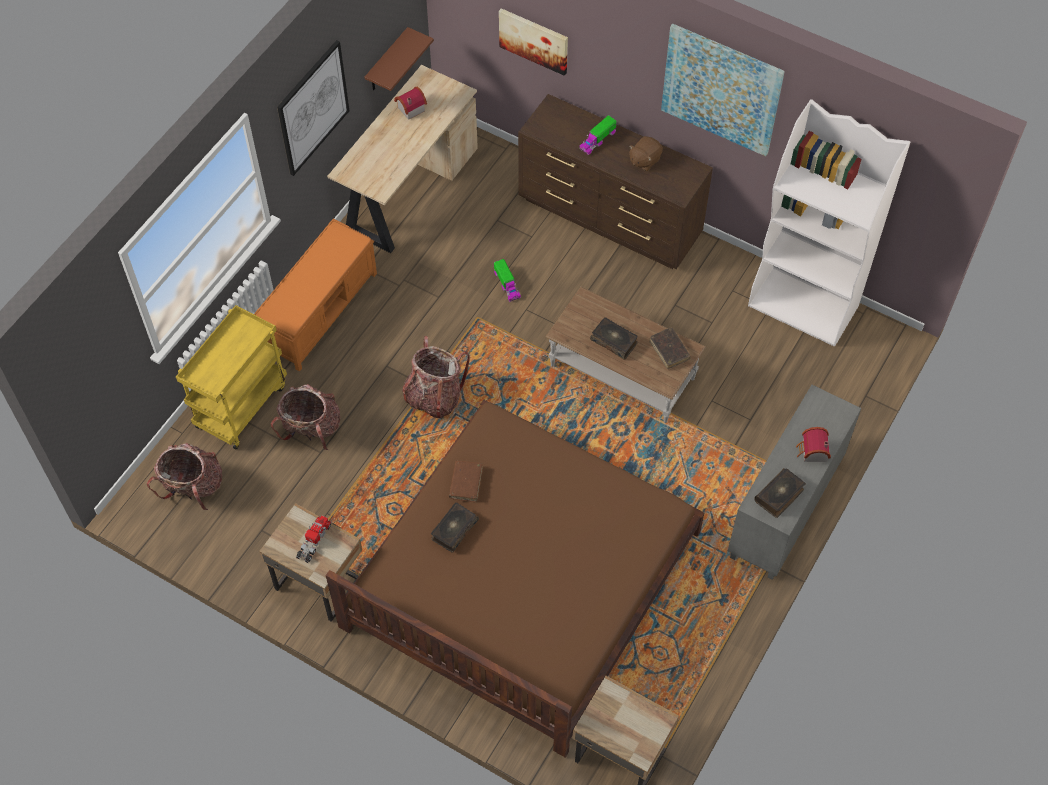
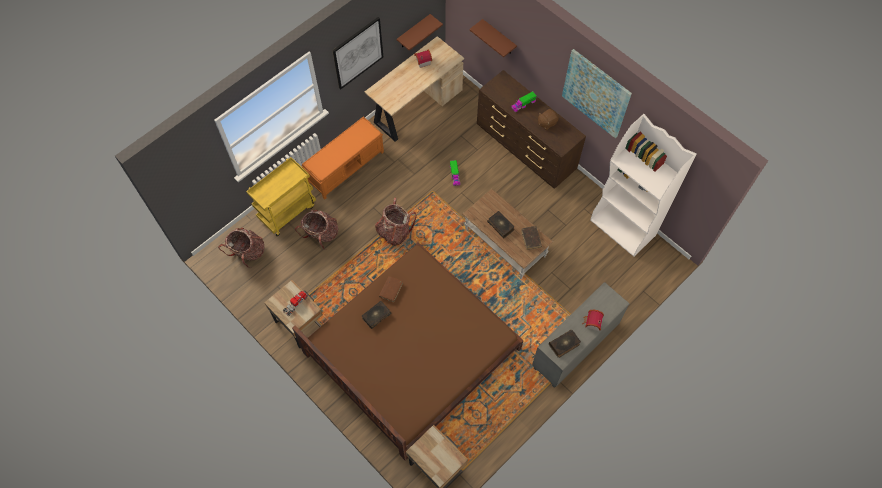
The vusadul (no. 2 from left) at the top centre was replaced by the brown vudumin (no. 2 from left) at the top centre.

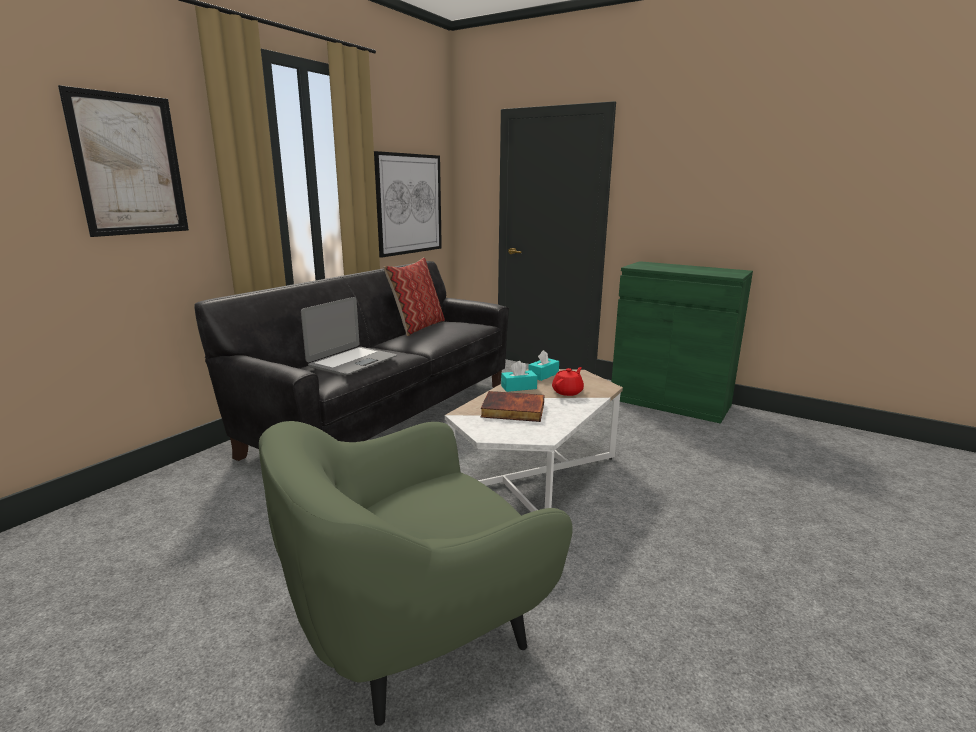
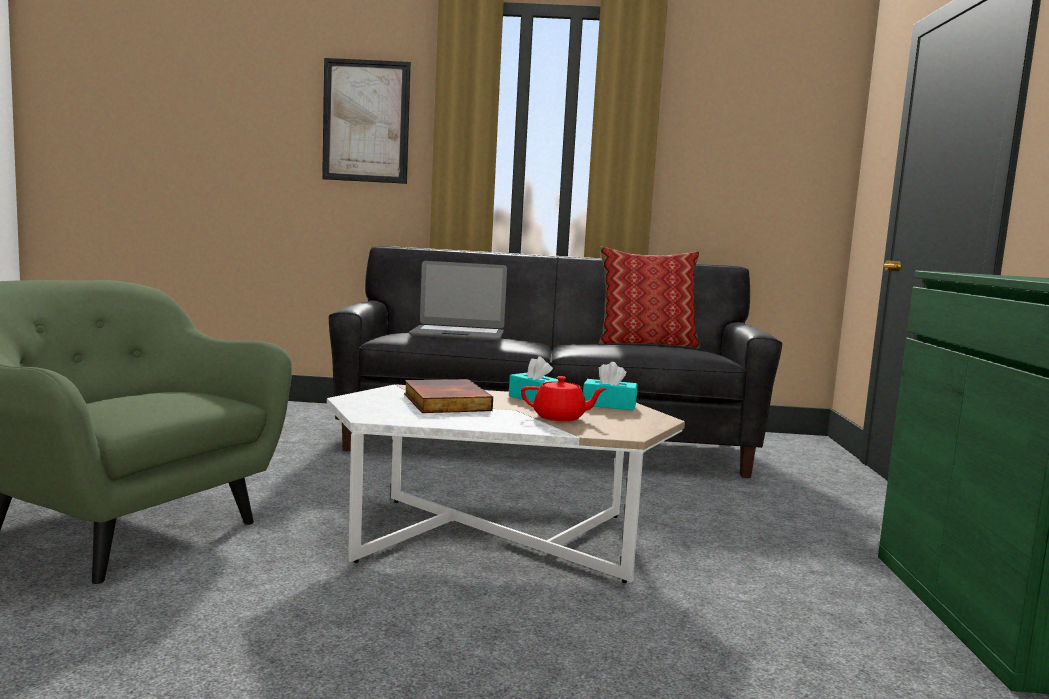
The vusadul (no. 2 from left) at the top centre disappeared.

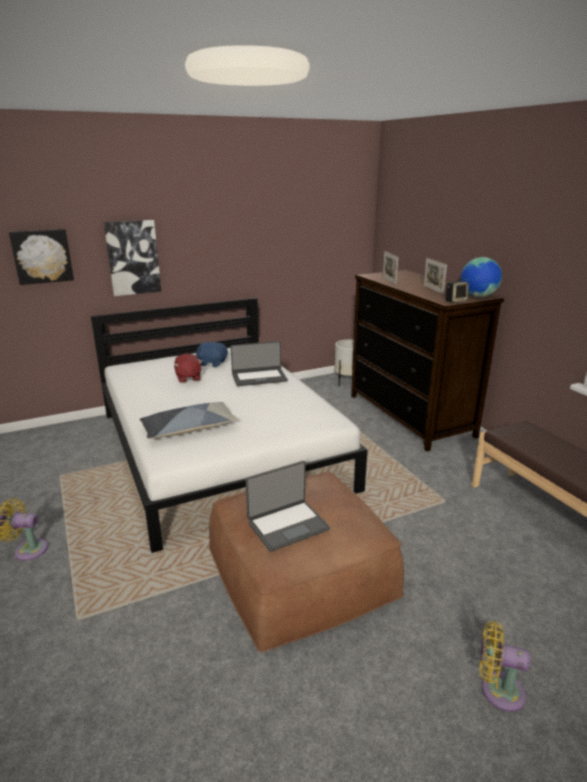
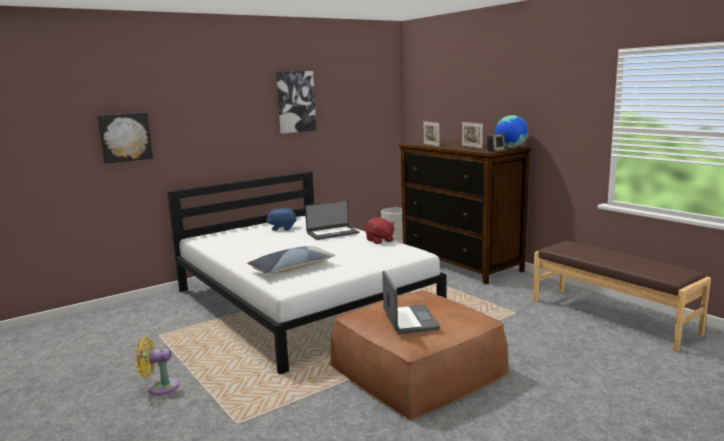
The vusadul (no. 2 from left) moved from the top left to the top centre.
The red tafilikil moved from the middle left to the centre.
The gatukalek (no. 2 from left) at the centre turned 60 degrees counterclockwise.
The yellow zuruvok (no. 2 from left) at the bottom right disappeared.

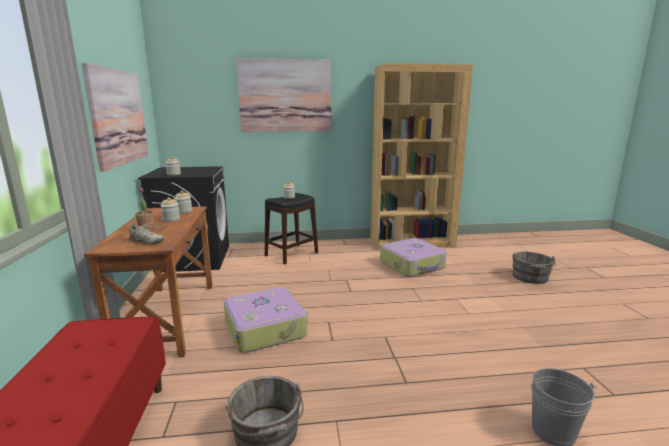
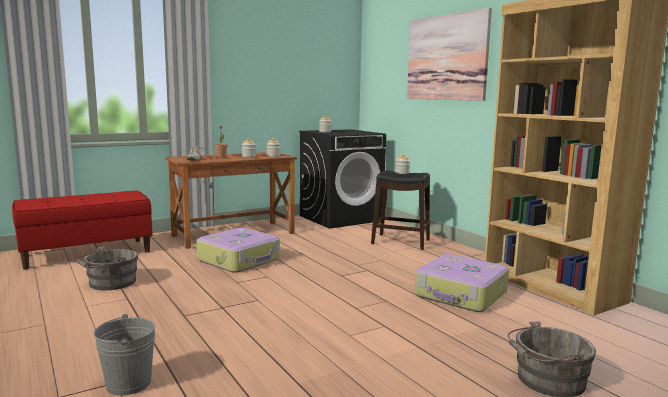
The vusadul (no. 1 from left) at the top left disappeared.

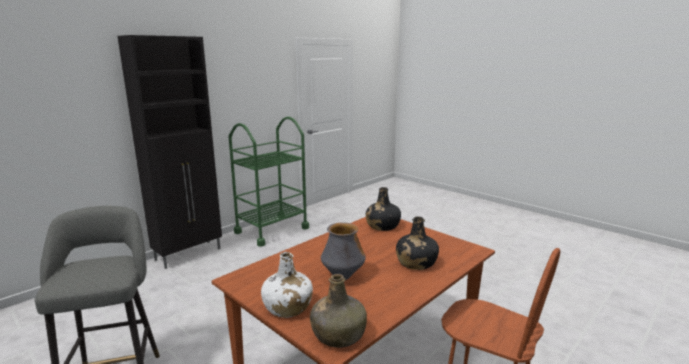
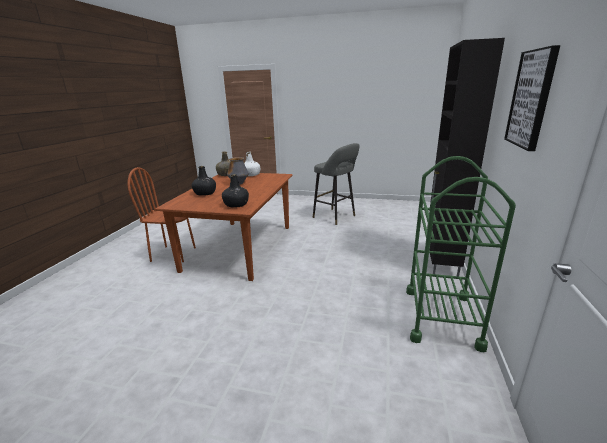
The vusadul at the top right appeared.

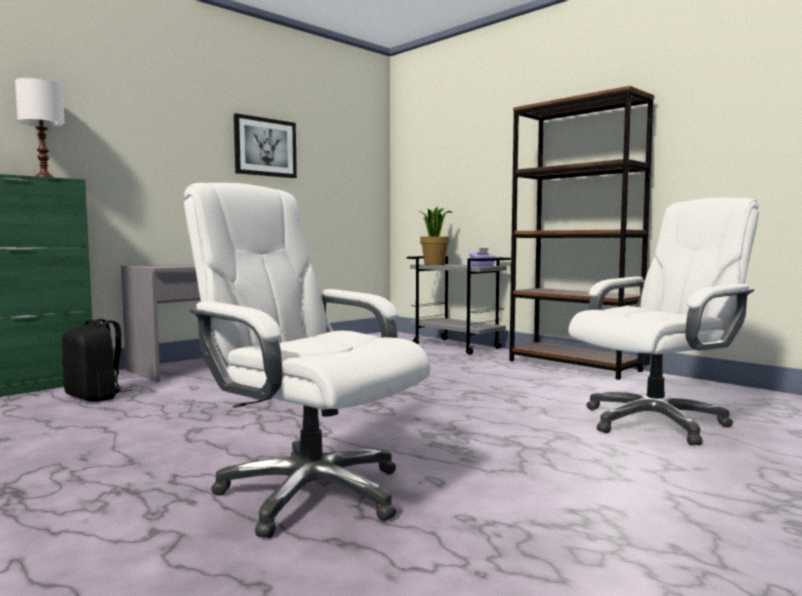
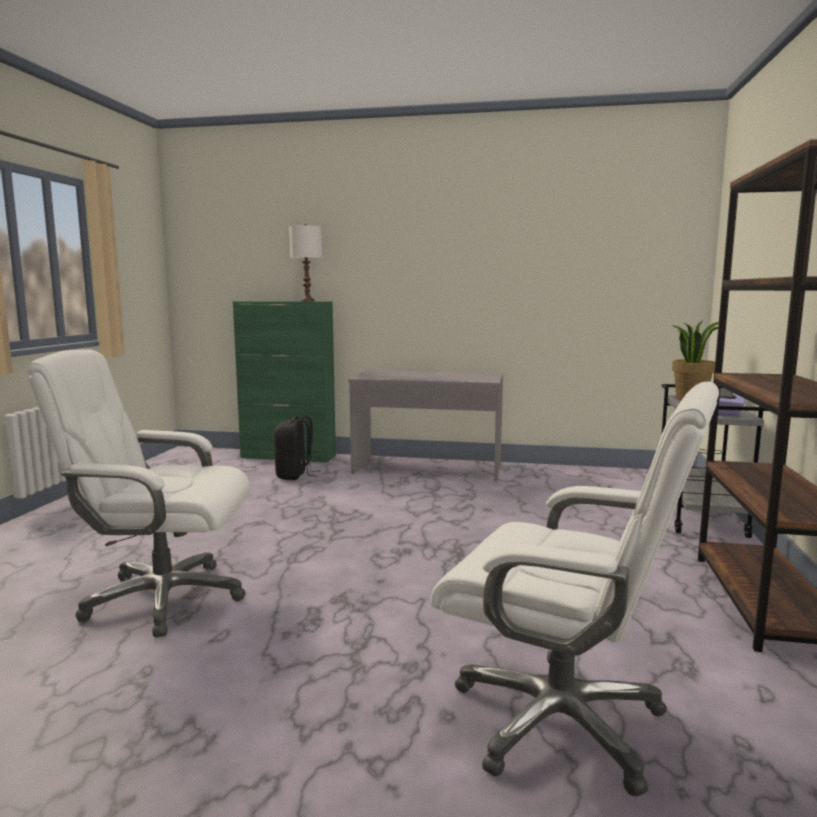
The vusadul at the top left disappeared.
The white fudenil (no. 1 from left) at the centre turned 90 degrees counterclockwise.

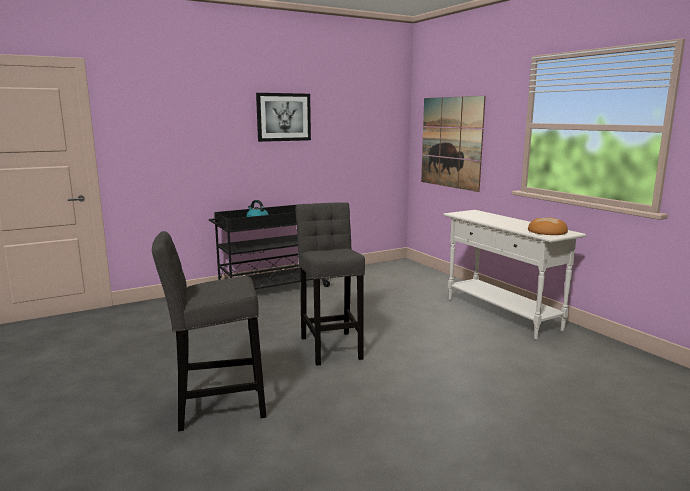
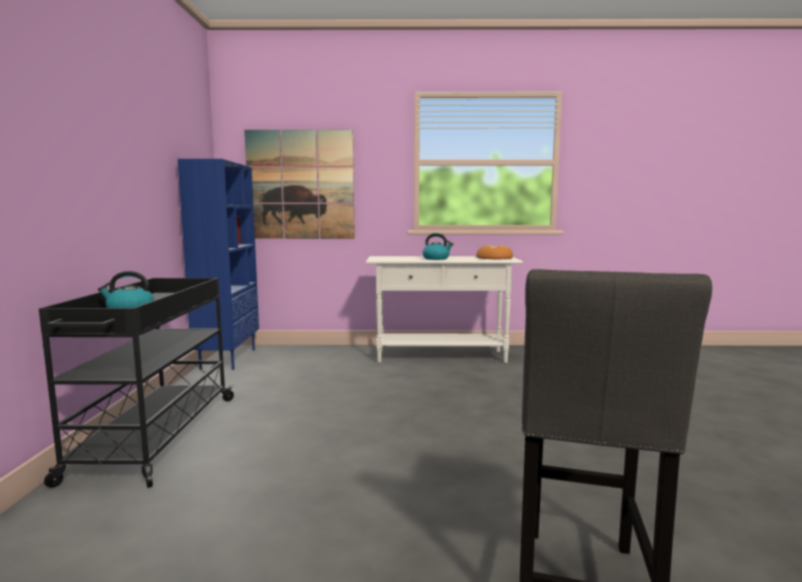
The vusadul (no. 1 from left) at the top centre disappeared.
The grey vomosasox (no. 2 from left) at the centre disappeared.
The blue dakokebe at the middle left appeared.
The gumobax (no. 2 from left) at the centre appeared.

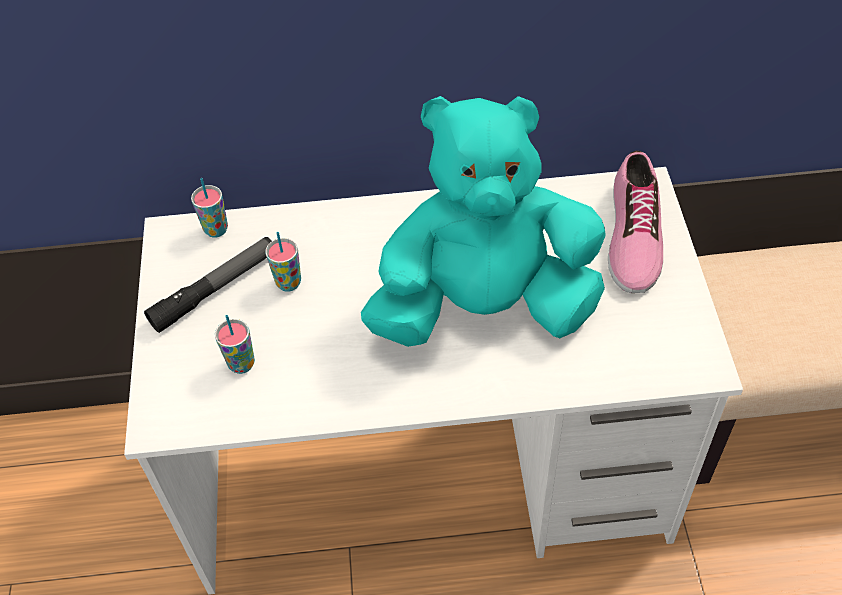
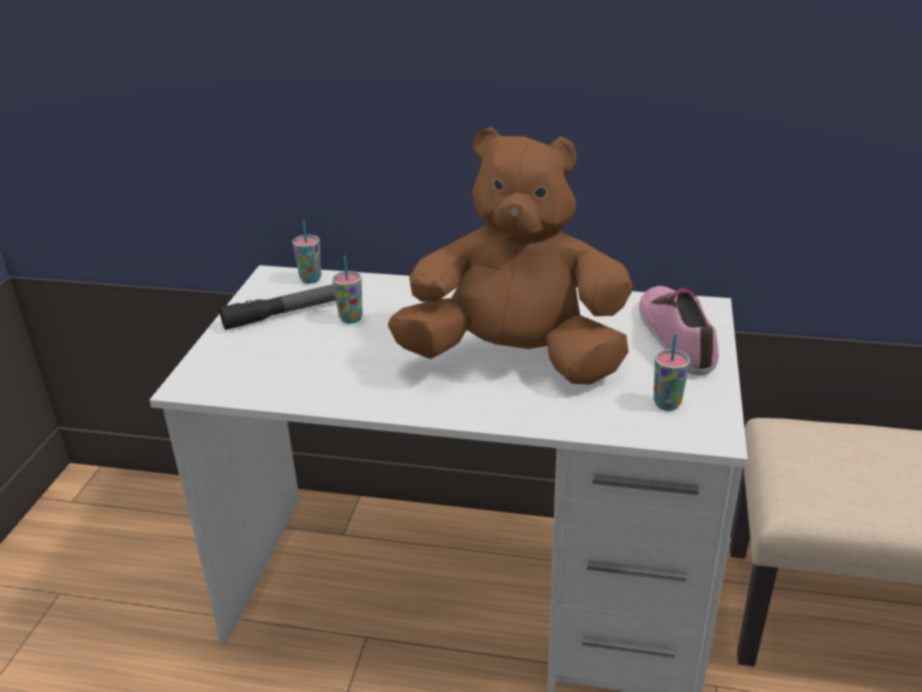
The turquoise tafilikil at the centre became the brown tafilikil at the centre.
The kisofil at the middle right turned 150 degrees clockwise.
The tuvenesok (no. 2 from left in the first image) moved from the middle left to the middle right.

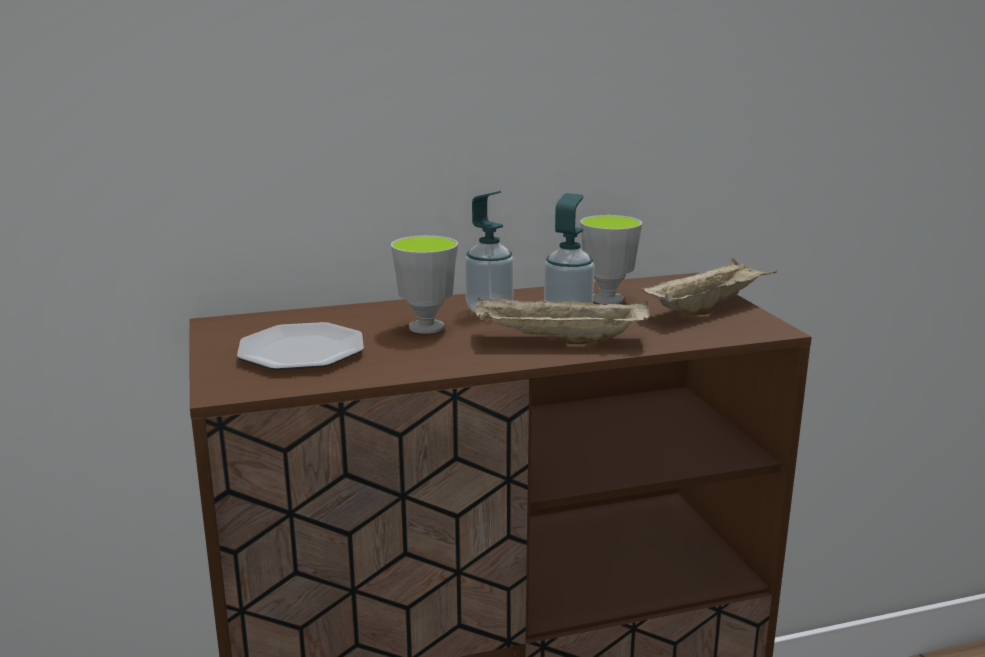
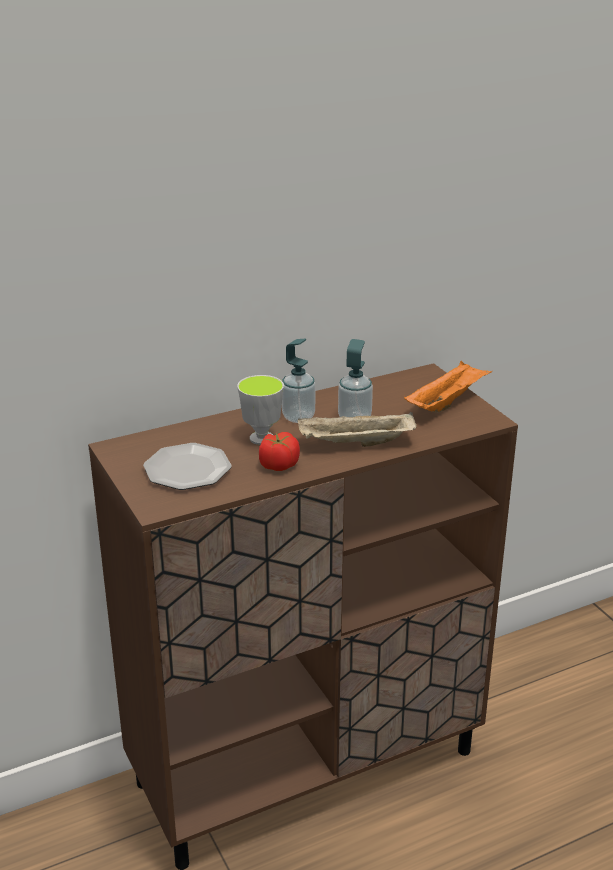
The tuvenesok (no. 2 from left) at the centre disappeared.
The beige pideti (no. 2 from left) at the middle right became the orange pideti at the middle right.
The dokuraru at the centre appeared.

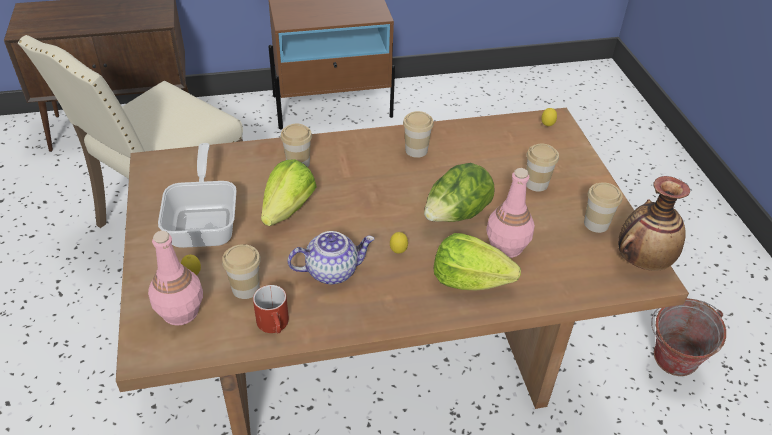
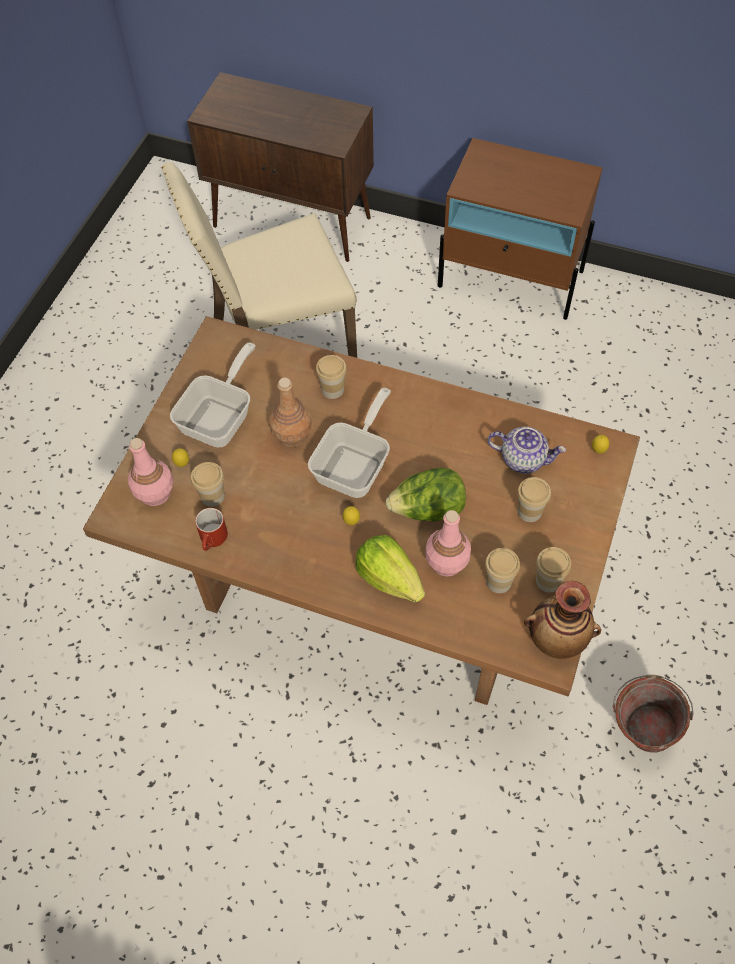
The tuvenesok (no. 3 from left) moved from the top centre to the middle right.
The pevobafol (no. 1 from left) at the centre was replaced by the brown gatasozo at the centre.
The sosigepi moved from the centre to the middle right.
The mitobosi (no. 2 from left) at the centre appeared.

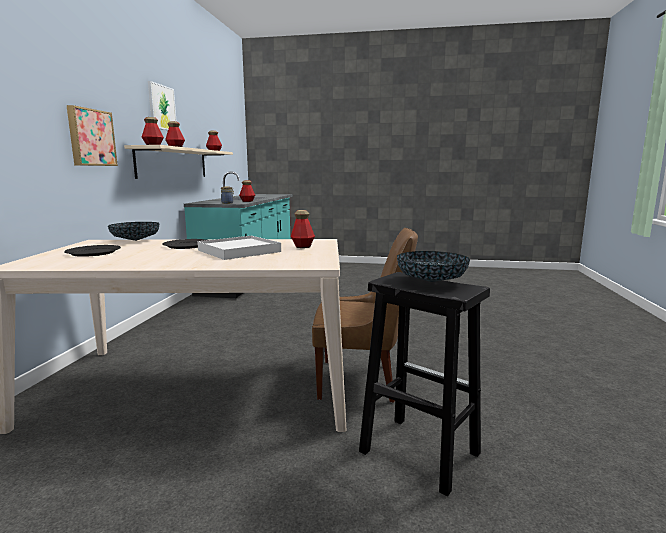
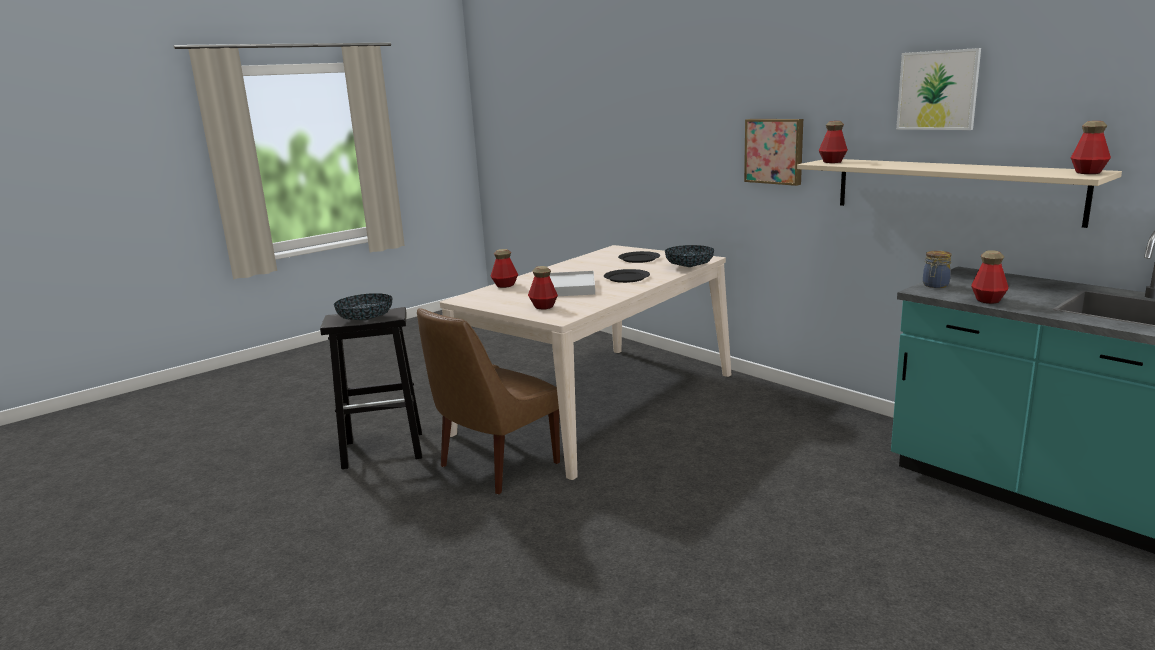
The gatasozo (no. 2 from left in the first image) moved from the top left to the centre.

